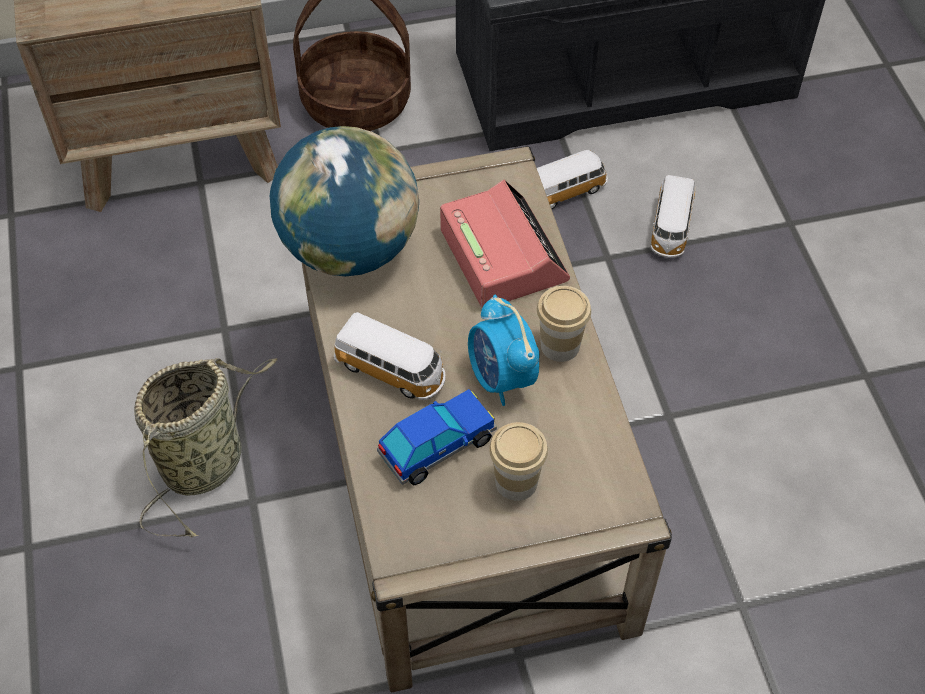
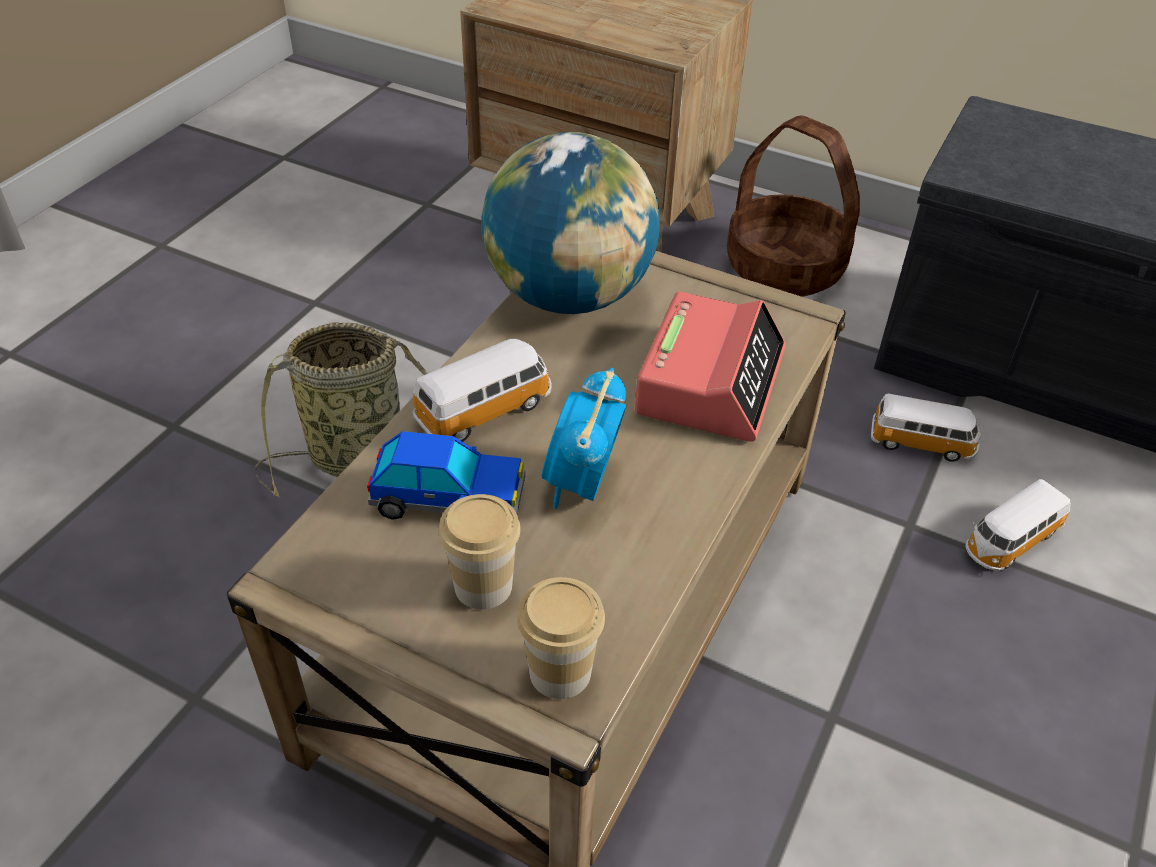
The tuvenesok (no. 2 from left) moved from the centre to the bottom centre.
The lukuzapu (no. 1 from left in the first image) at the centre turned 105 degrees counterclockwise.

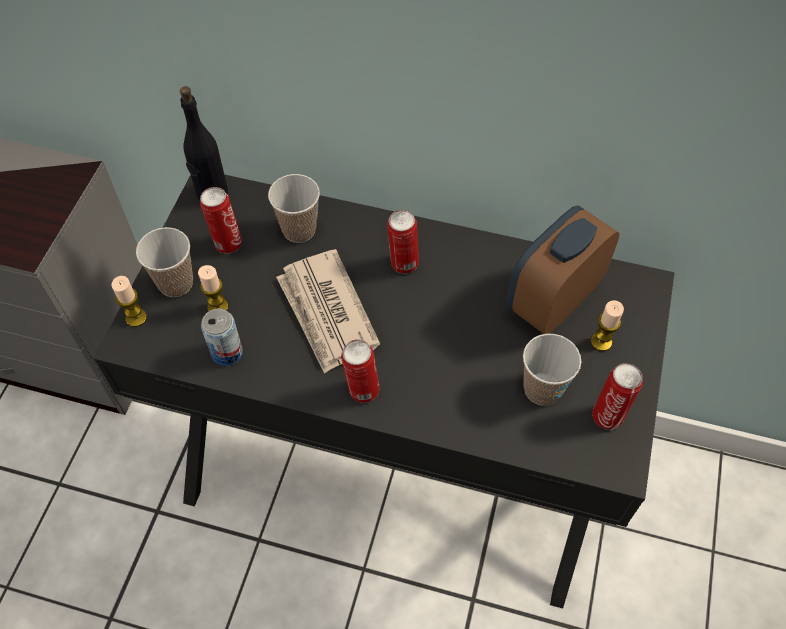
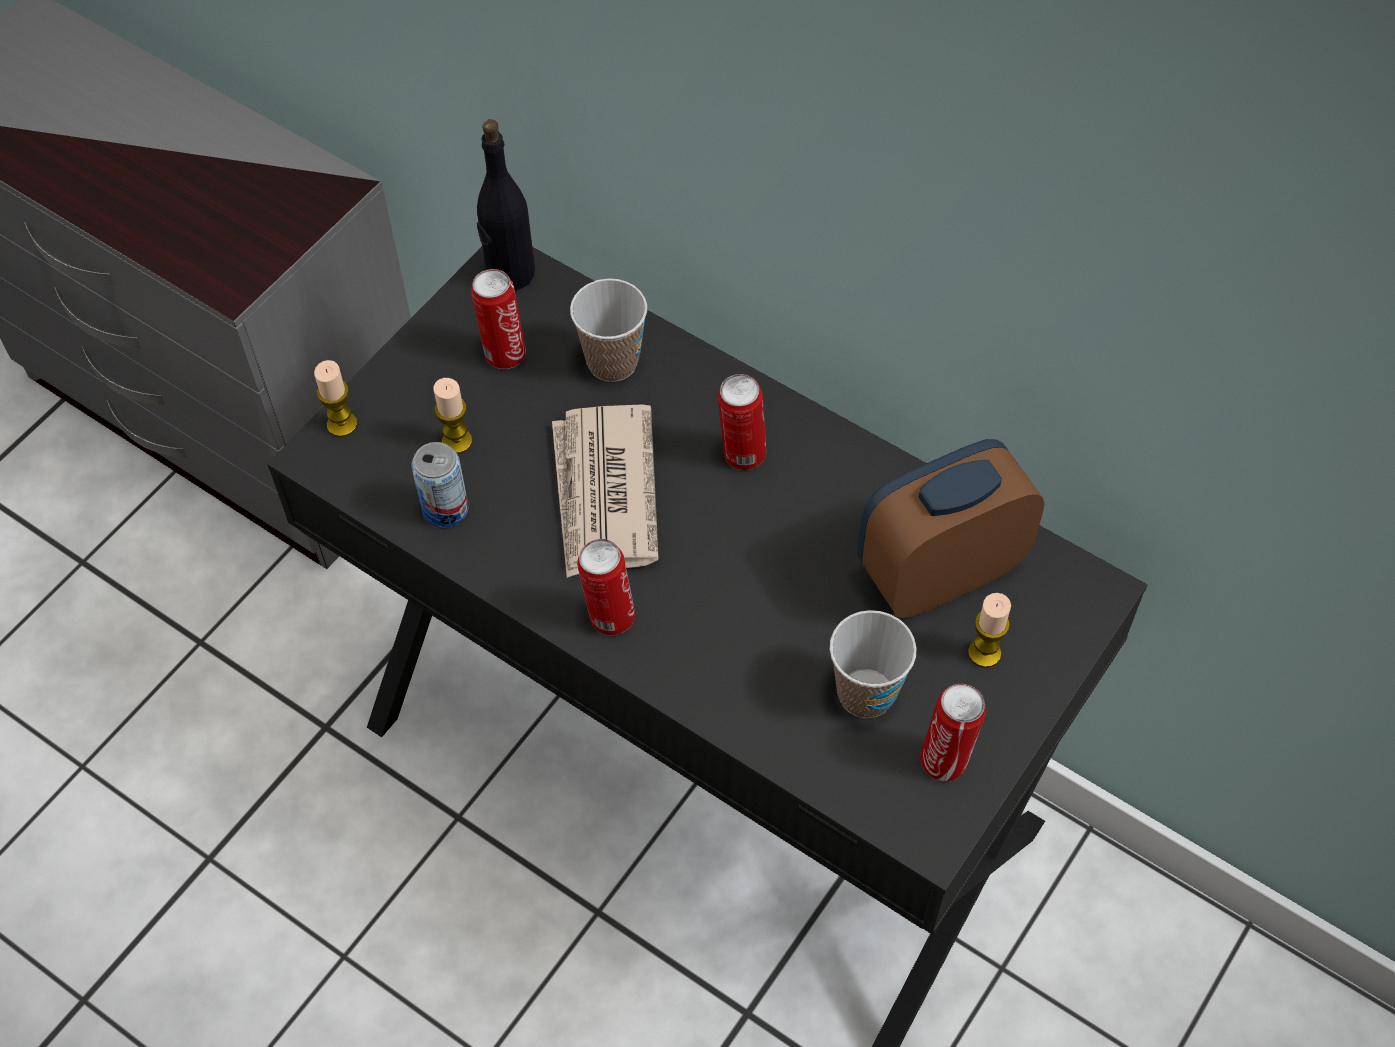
The tuvenesok (no. 1 from left) at the middle left disappeared.

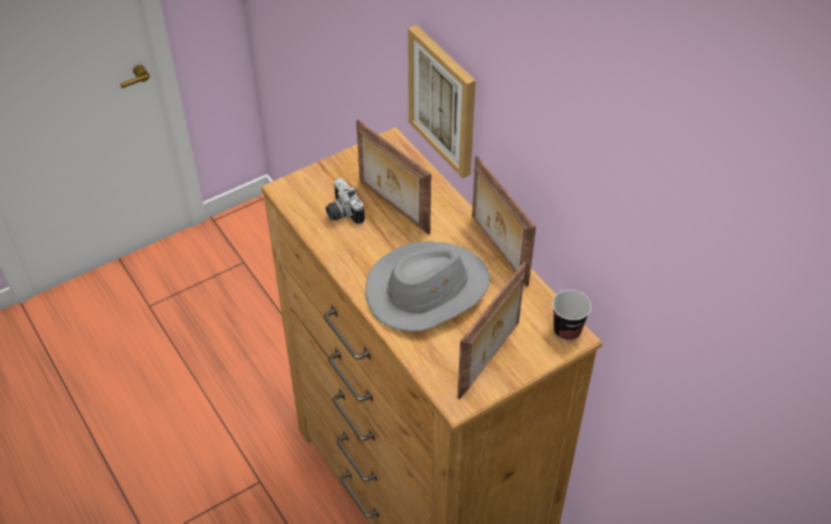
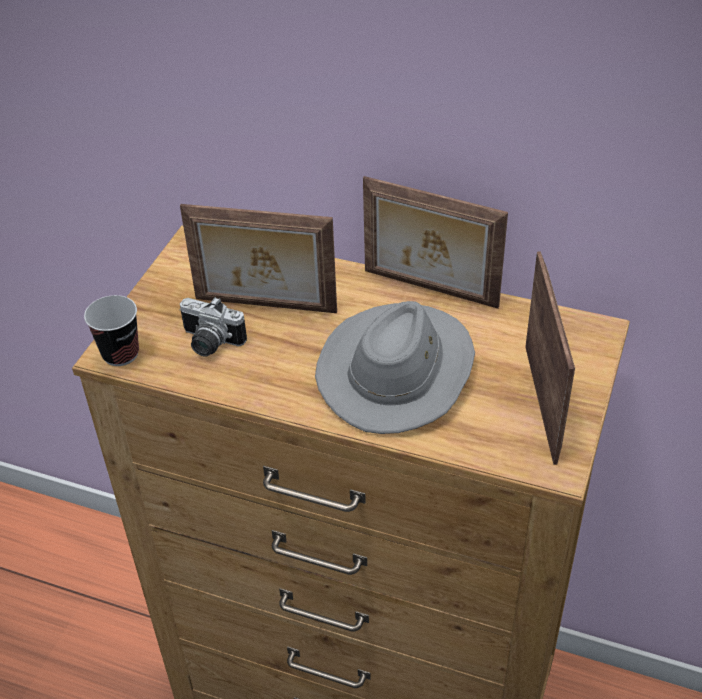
The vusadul at the top centre disappeared.
The tuvenesok moved from the middle right to the middle left.

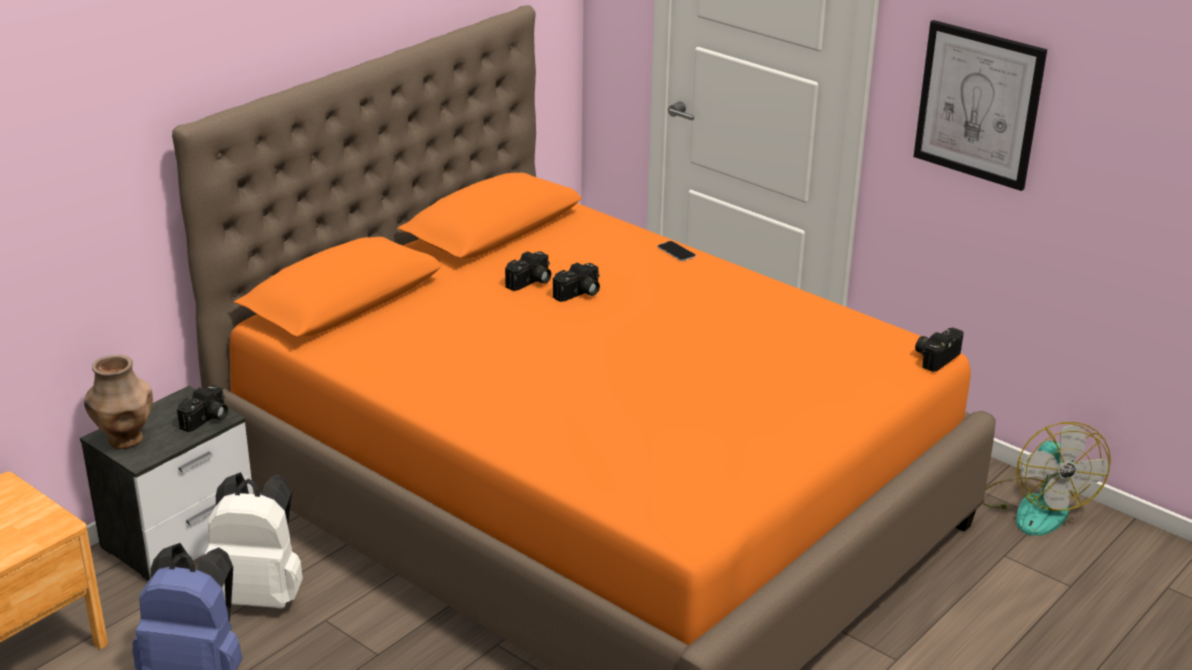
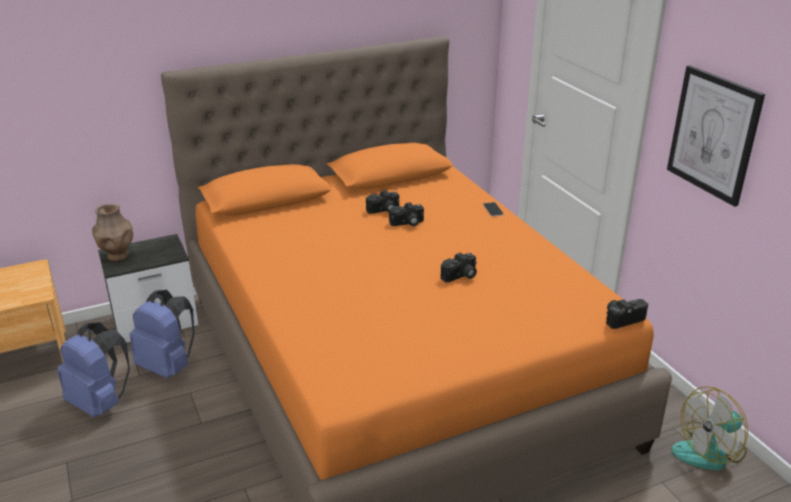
The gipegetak (no. 1 from left in the first image) moved from the middle left to the centre.
The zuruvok at the bottom right turned 45 degrees clockwise.
The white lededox at the bottom left became the blue lededox (no. 2 from left) at the middle left.

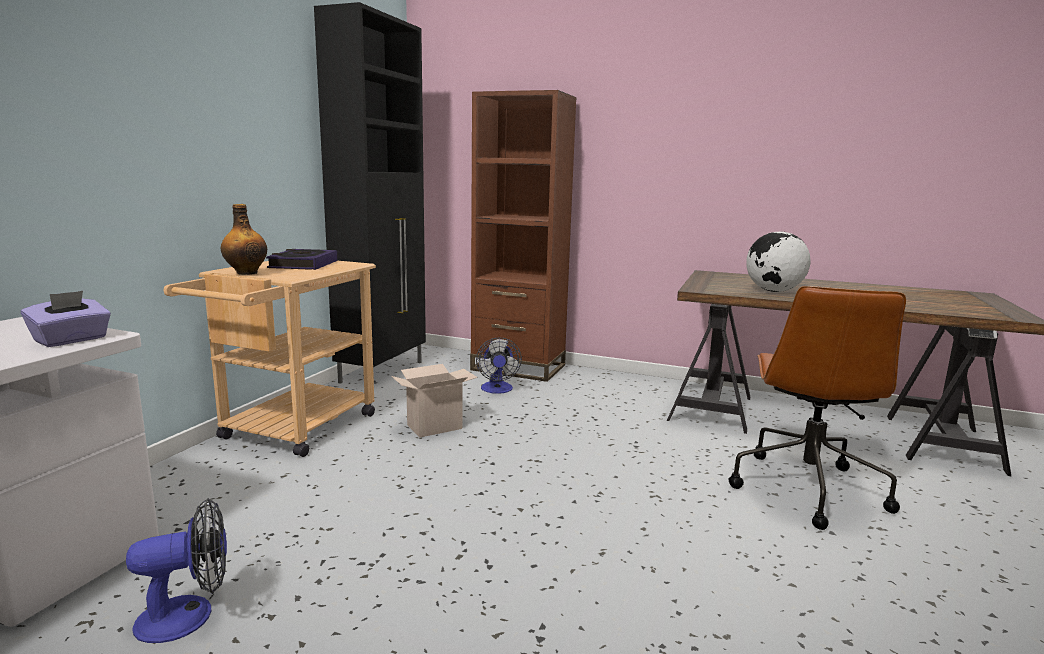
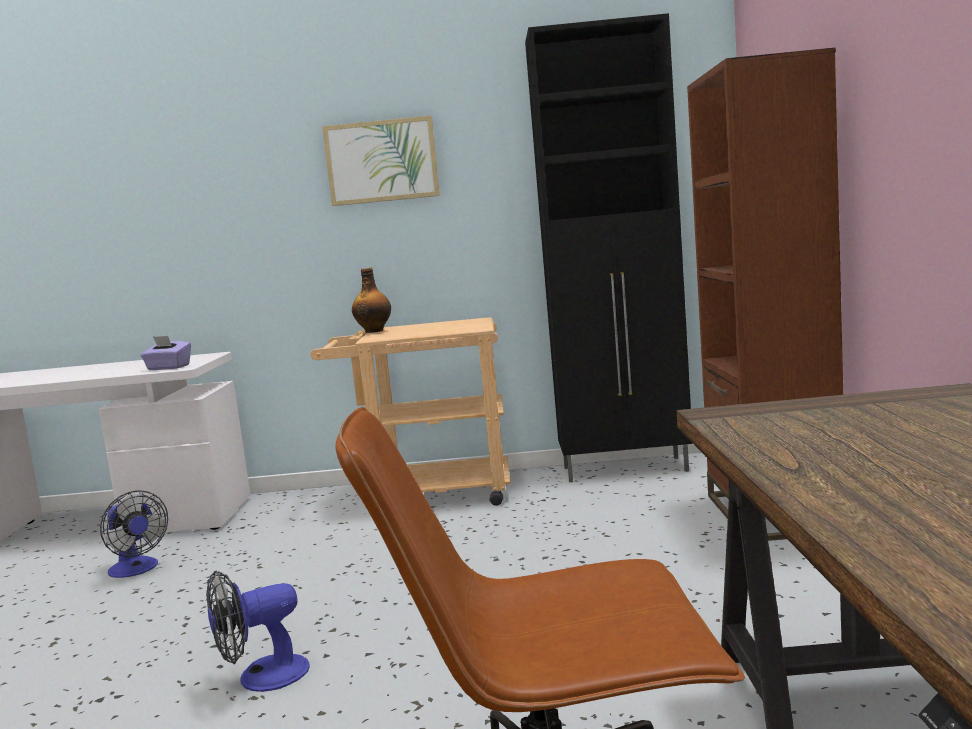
The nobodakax at the middle right disappeared.
The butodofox at the middle left disappeared.
The zuruvok (no. 2 from left) moved from the centre to the bottom left.
The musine at the centre disappeared.
The vusadul at the top centre appeared.

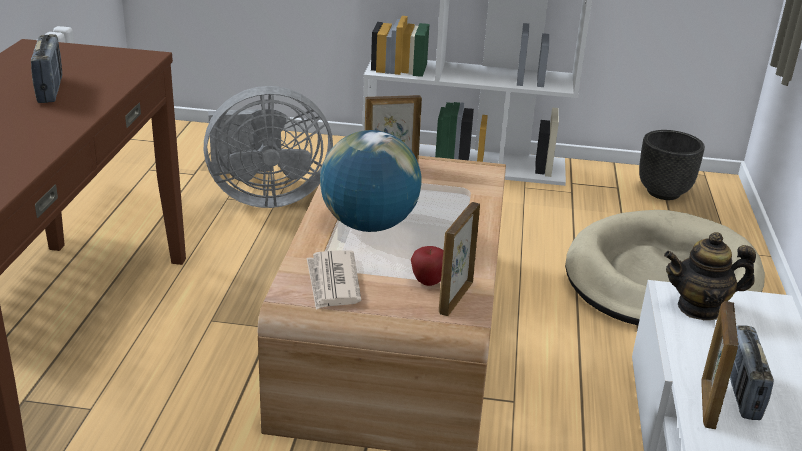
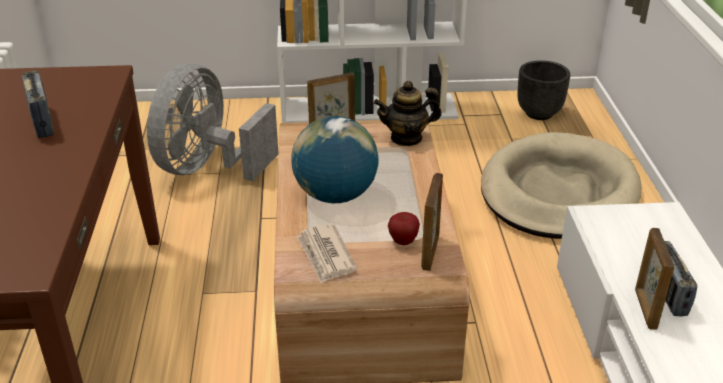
The grey zuruvok at the top centre turned 135 degrees clockwise.
The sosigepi moved from the middle right to the top centre.

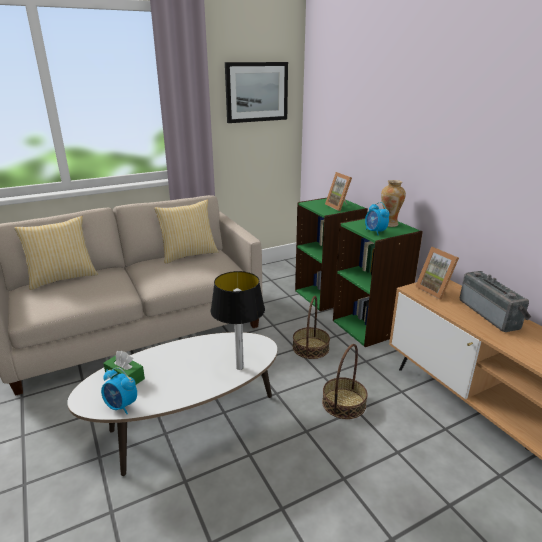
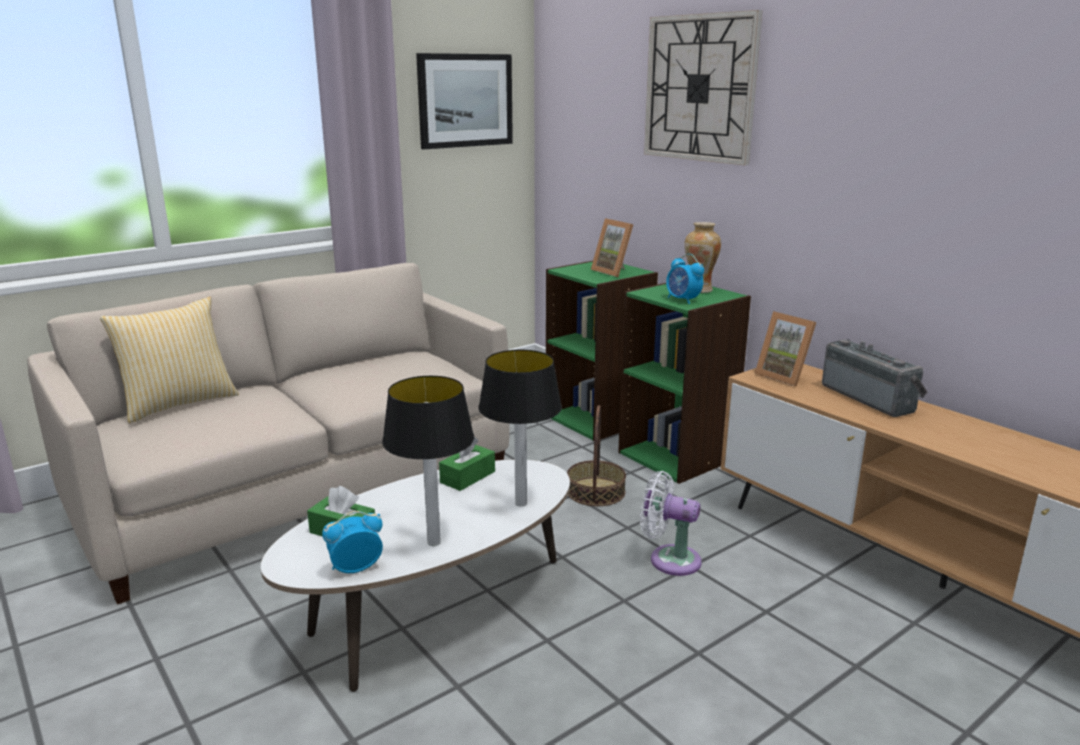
The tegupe (no. 2 from left) at the centre disappeared.
The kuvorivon (no. 2 from left) at the bottom centre was replaced by the white zuruvok at the bottom centre.
The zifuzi (no. 1 from left) at the bottom left turned 135 degrees clockwise.
The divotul at the top centre appeared.
The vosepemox (no. 1 from left) at the centre appeared.
The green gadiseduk (no. 2 from left) at the centre appeared.

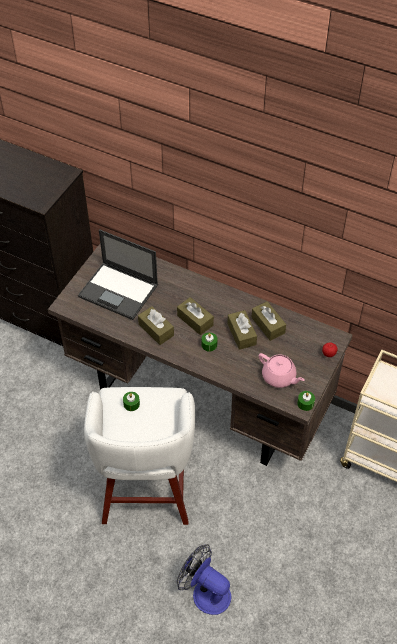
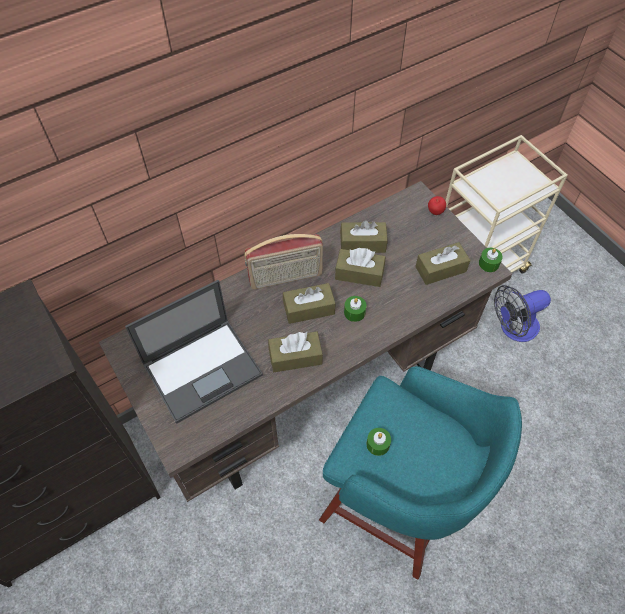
The pink sosigepi at the middle right was replaced by the brown gadiseduk (no. 5 from left) at the middle right.
The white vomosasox at the bottom centre became the turquoise vomosasox at the bottom right.
The zuruvok moved from the bottom centre to the middle right.
The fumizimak at the centre appeared.

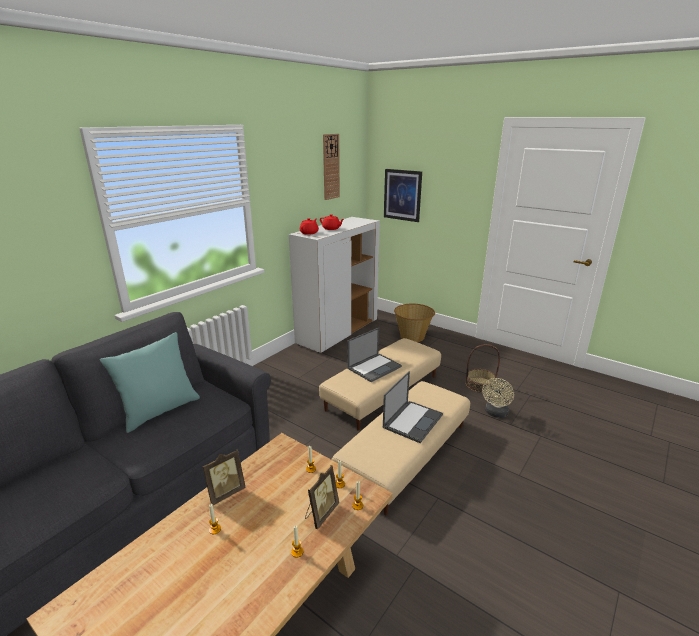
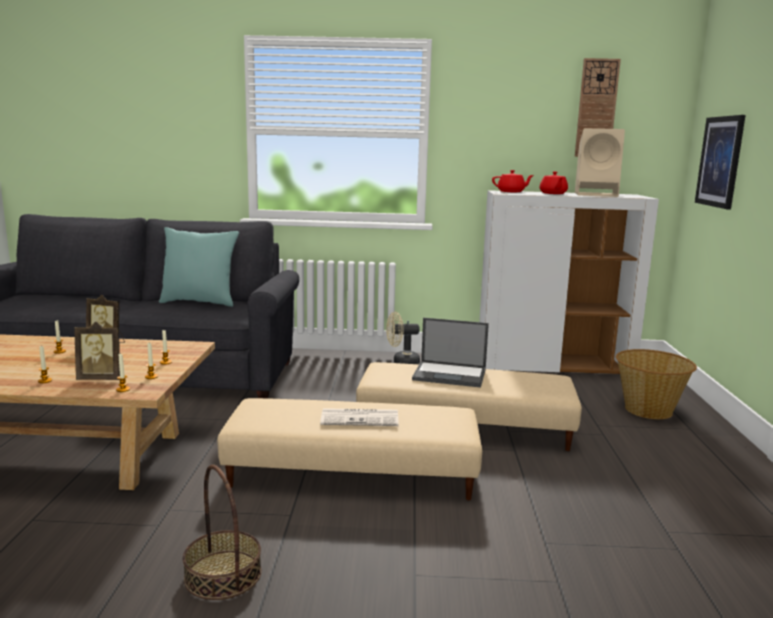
The kuvorivon (no. 2 from left in the first image) moved from the middle right to the bottom left.
The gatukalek (no. 2 from left) at the centre was replaced by the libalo at the bottom centre.
The beige zuruvok moved from the middle right to the centre.
The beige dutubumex at the top right appeared.

